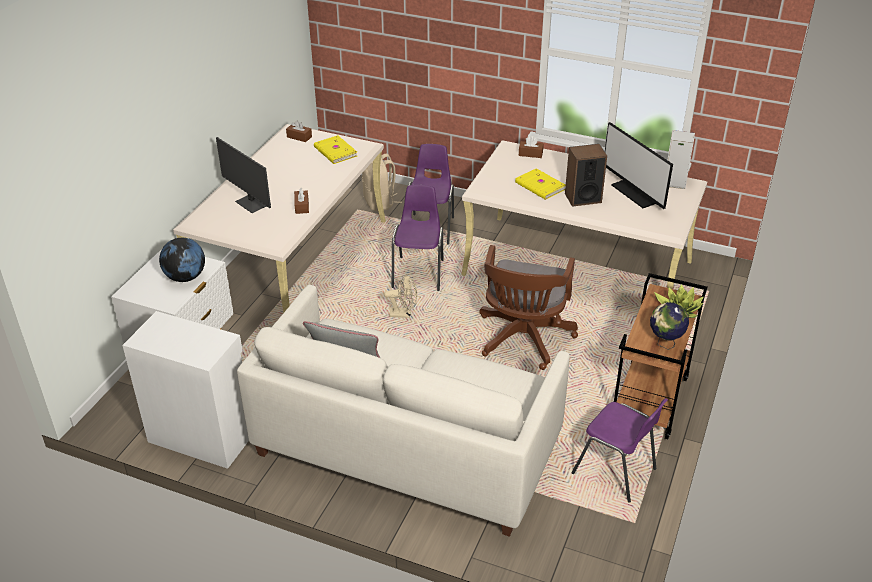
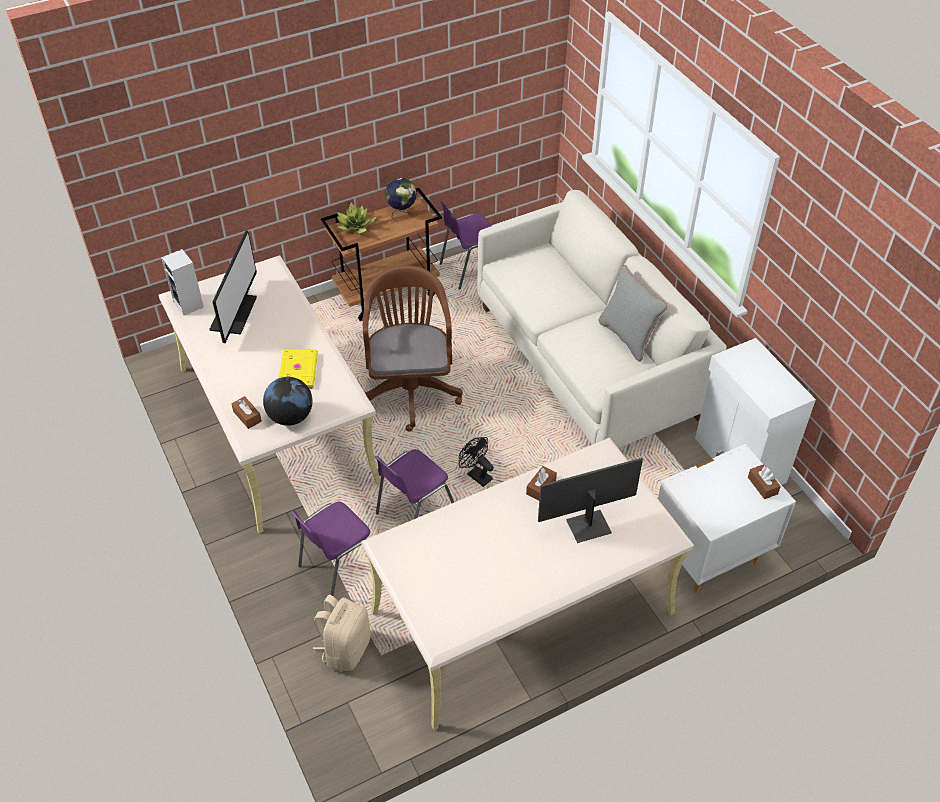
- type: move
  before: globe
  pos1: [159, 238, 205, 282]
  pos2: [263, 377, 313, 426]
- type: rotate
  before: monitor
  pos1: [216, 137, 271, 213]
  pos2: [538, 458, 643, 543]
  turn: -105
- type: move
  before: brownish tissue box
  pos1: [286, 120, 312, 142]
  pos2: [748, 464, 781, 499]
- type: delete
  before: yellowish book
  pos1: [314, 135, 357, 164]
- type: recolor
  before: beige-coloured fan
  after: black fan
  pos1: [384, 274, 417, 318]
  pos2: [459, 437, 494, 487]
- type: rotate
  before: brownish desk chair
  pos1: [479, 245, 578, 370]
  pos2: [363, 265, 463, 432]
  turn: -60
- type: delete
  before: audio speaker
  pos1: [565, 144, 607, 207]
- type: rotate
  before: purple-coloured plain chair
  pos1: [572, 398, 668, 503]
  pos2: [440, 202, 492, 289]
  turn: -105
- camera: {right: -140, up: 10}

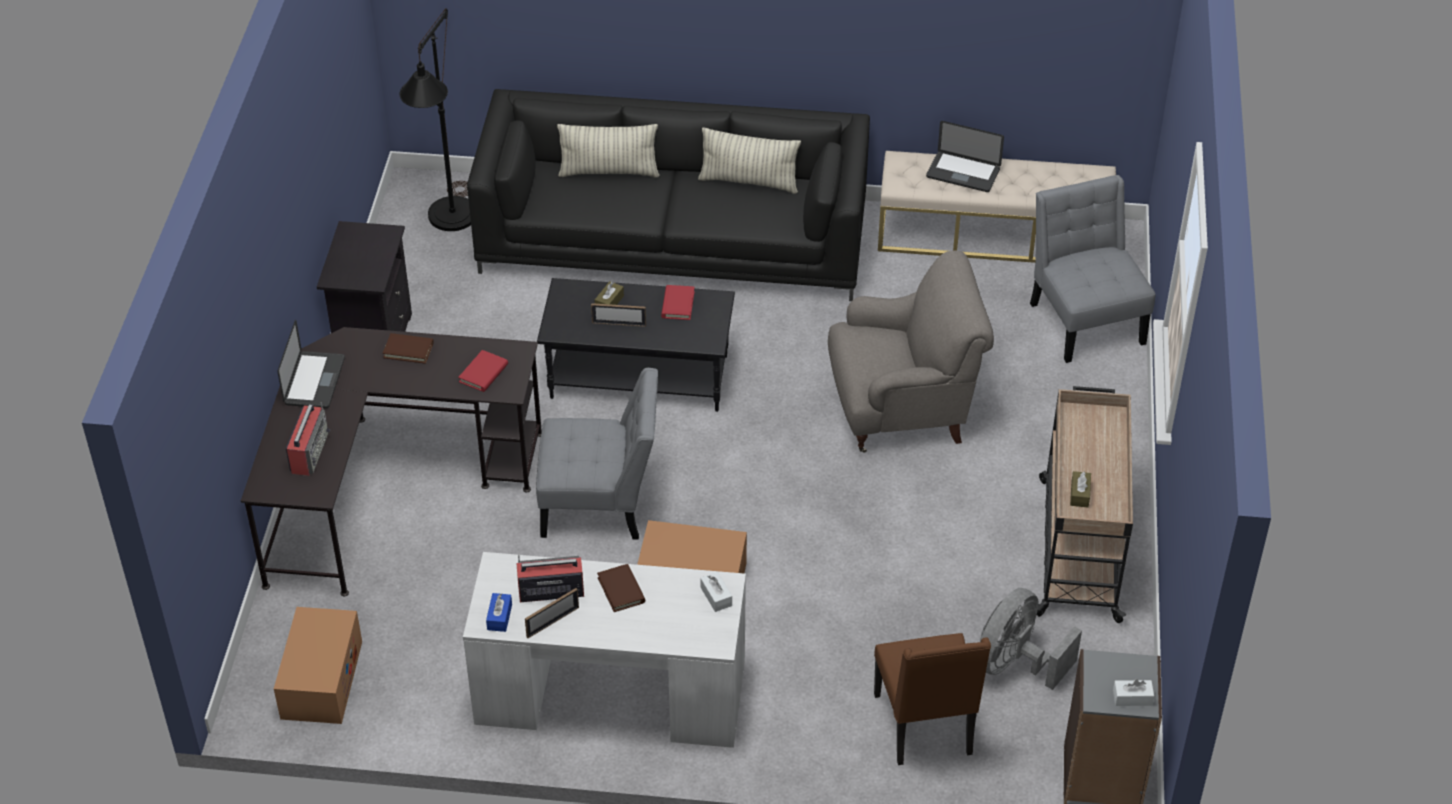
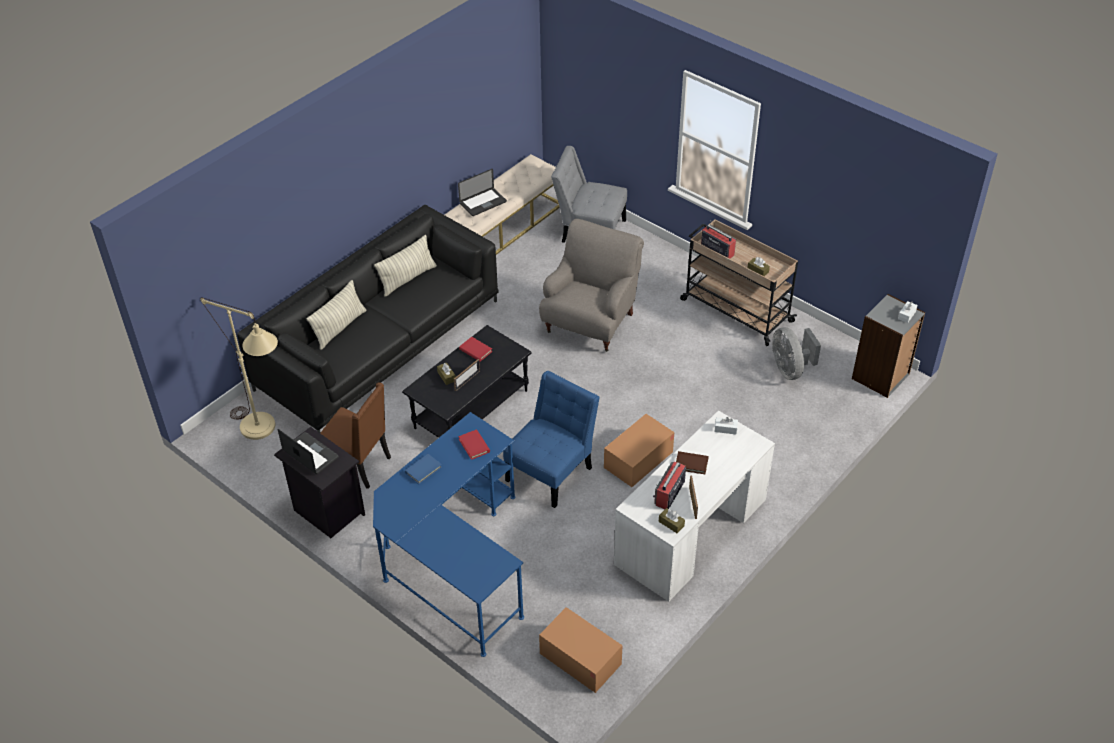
- type: recolor
  before: black desk
  after: blue desk
  pos1: [241, 327, 542, 596]
  pos2: [373, 412, 524, 657]
- type: move
  before: laptop
  pos1: [278, 320, 345, 408]
  pos2: [278, 429, 339, 474]
- type: move
  before: radio
  pos1: [286, 402, 330, 476]
  pos2: [701, 221, 736, 259]
- type: recolor
  before: brownish book
  after: blue book
  pos1: [383, 333, 434, 364]
  pos2: [405, 454, 442, 484]
- type: recolor
  before: black standing lamp
  after: beige-coloured standing lamp
  pos1: [399, 8, 471, 231]
  pos2: [200, 298, 278, 440]
- type: recolor
  before: blue tissue box
  after: brownish tissue box
  pos1: [486, 593, 512, 632]
  pos2: [659, 508, 685, 533]
- type: recolor
  before: greyish plain chair
  after: blue plain chair
  pos1: [536, 368, 658, 540]
  pos2: [503, 371, 600, 508]
- type: move
  before: brownish plain chair
  pos1: [874, 633, 991, 765]
  pos2: [320, 382, 391, 489]
- camera: {right: -55, up: 0}

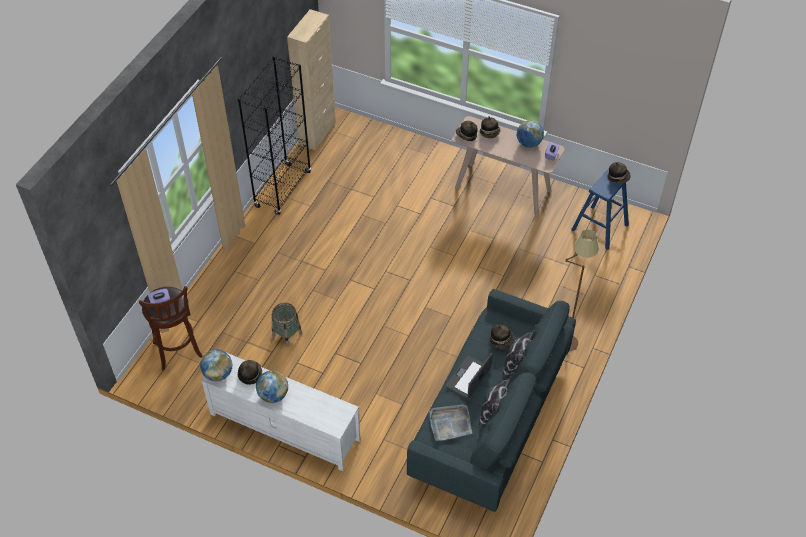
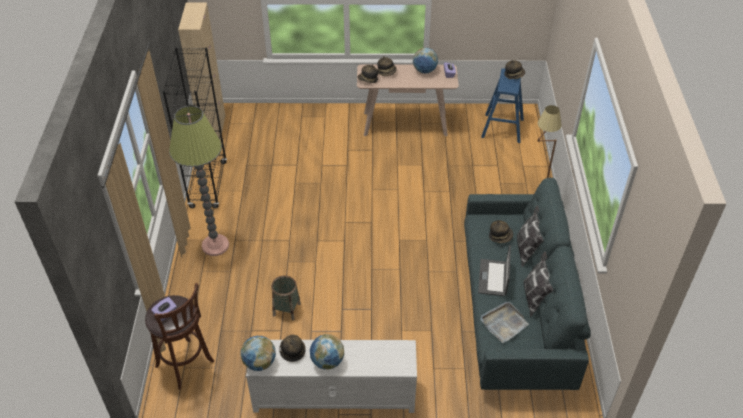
- type: insert
  after: standing lamp
  pos2: [169, 106, 229, 256]
- camera: {right: -25, up: -5}

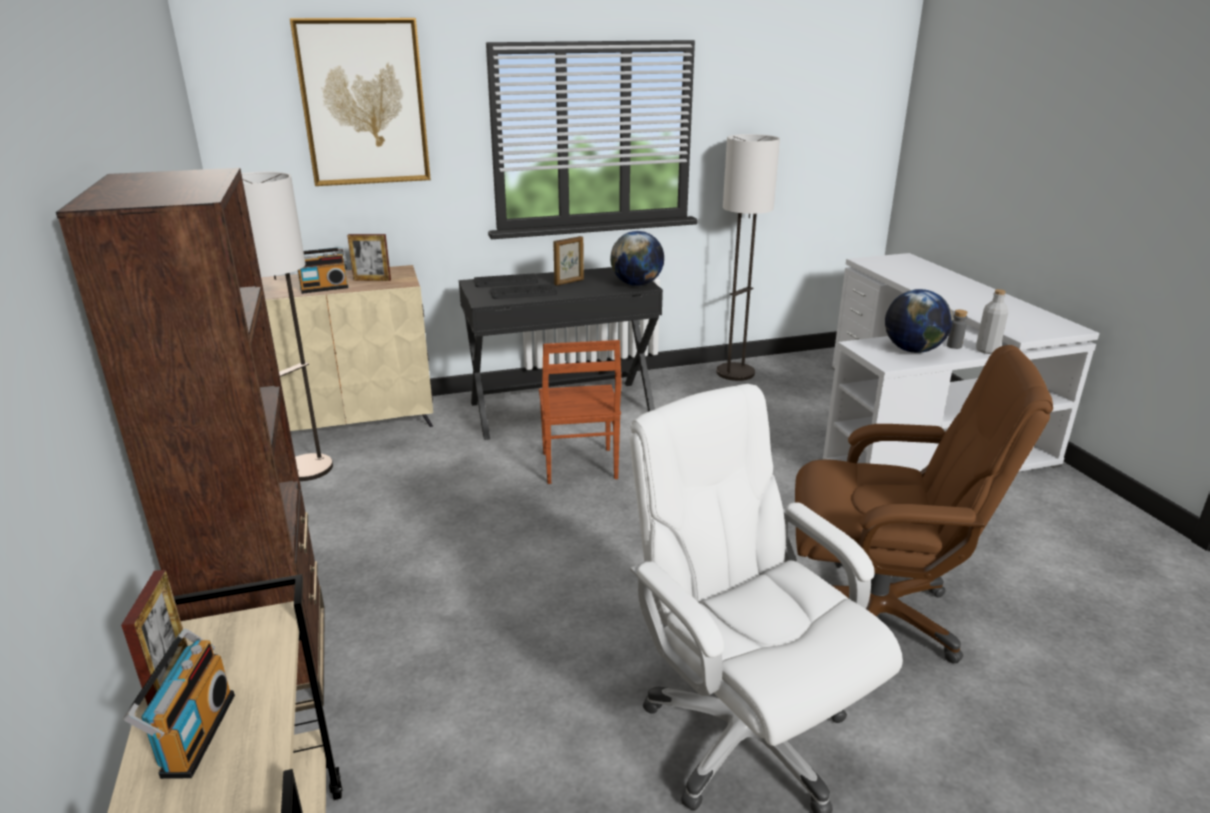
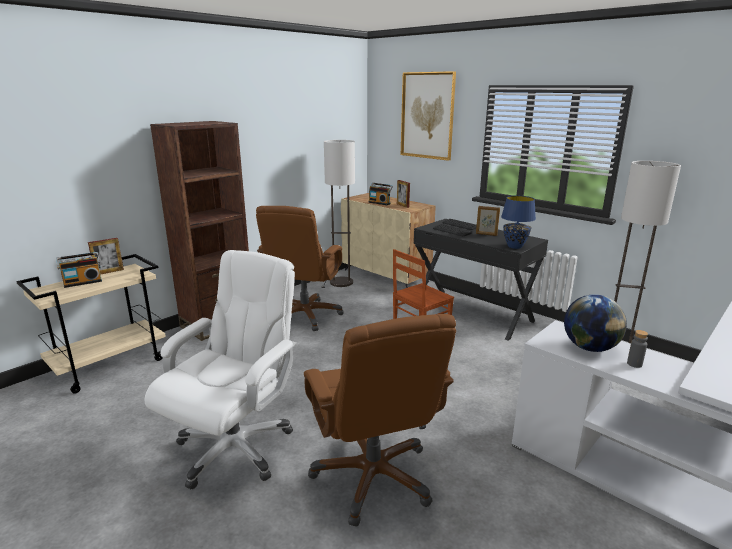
- type: replace
  before: globe
  after: blue table lamp
  pos1: [610, 231, 664, 286]
  pos2: [501, 196, 536, 249]
- type: delete
  before: greyish drink bottle
  pos1: [976, 289, 1008, 354]
- type: insert
  after: brownish desk chair
  pos2: [256, 206, 344, 331]
- camera: {right: 60, up: -5}

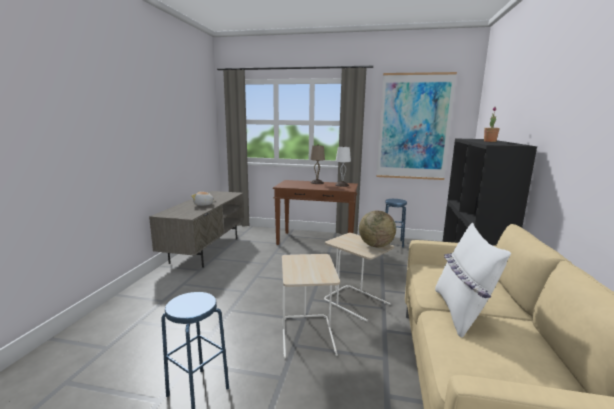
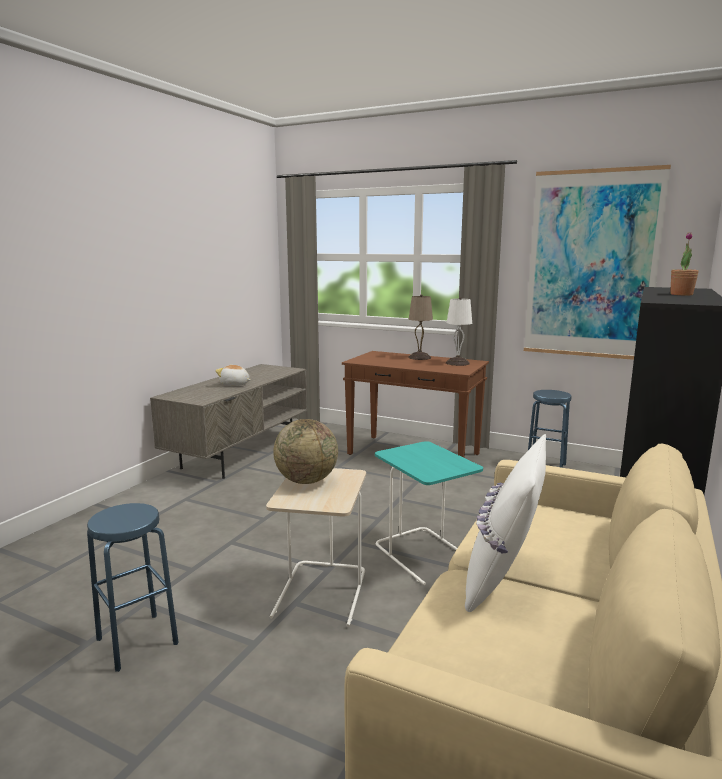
- type: recolor
  before: beige-coloured side table
  after: turquoise-coloured side table
  pos1: [324, 233, 394, 321]
  pos2: [375, 441, 483, 585]
- type: move
  before: globe
  pos1: [359, 211, 396, 247]
  pos2: [273, 419, 338, 484]
- camera: {right: 15, up: 0}

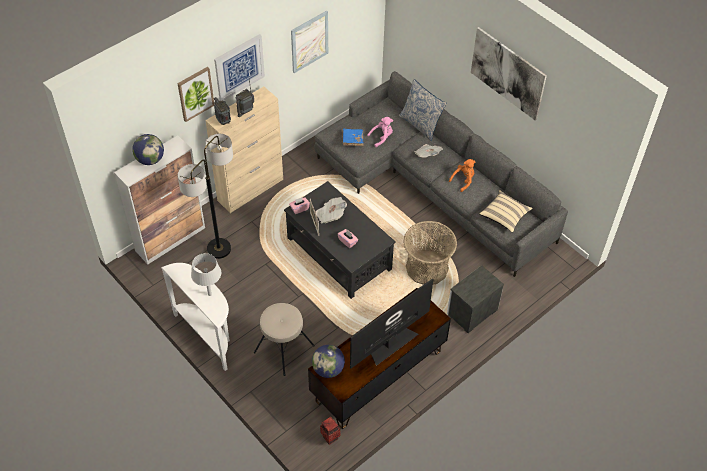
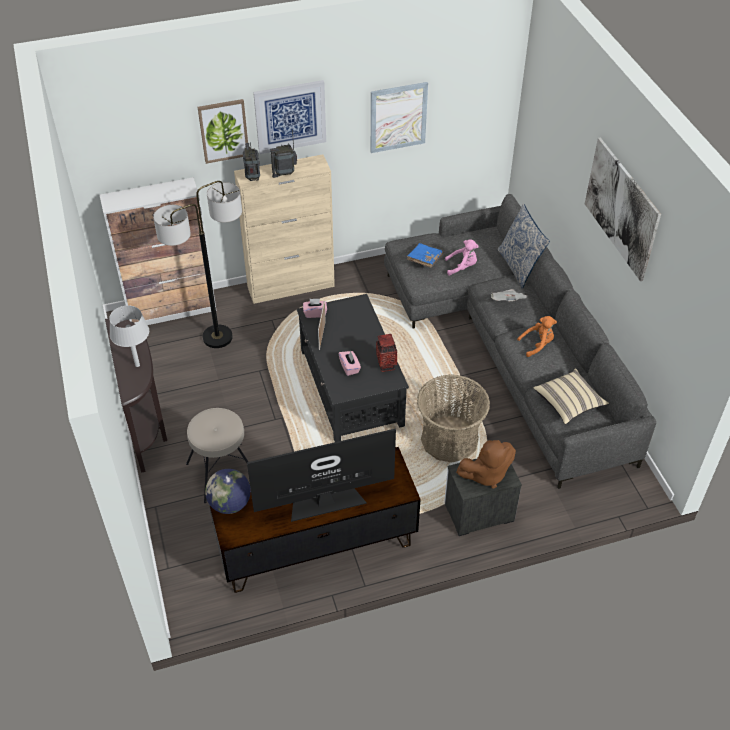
- type: delete
  before: globe
  pos1: [132, 134, 164, 165]
- type: recolor
  before: white console table
  after: brownish console table
  pos1: [161, 263, 230, 371]
  pos2: [105, 319, 167, 473]
- type: delete
  before: daily paper
  pos1: [315, 197, 347, 224]
- type: move
  before: vase
  pos1: [320, 417, 340, 445]
  pos2: [376, 334, 397, 372]
- type: insert
  after: brownish cuddly toy
  pos2: [456, 440, 516, 489]
- camera: {right: 25, up: -5}

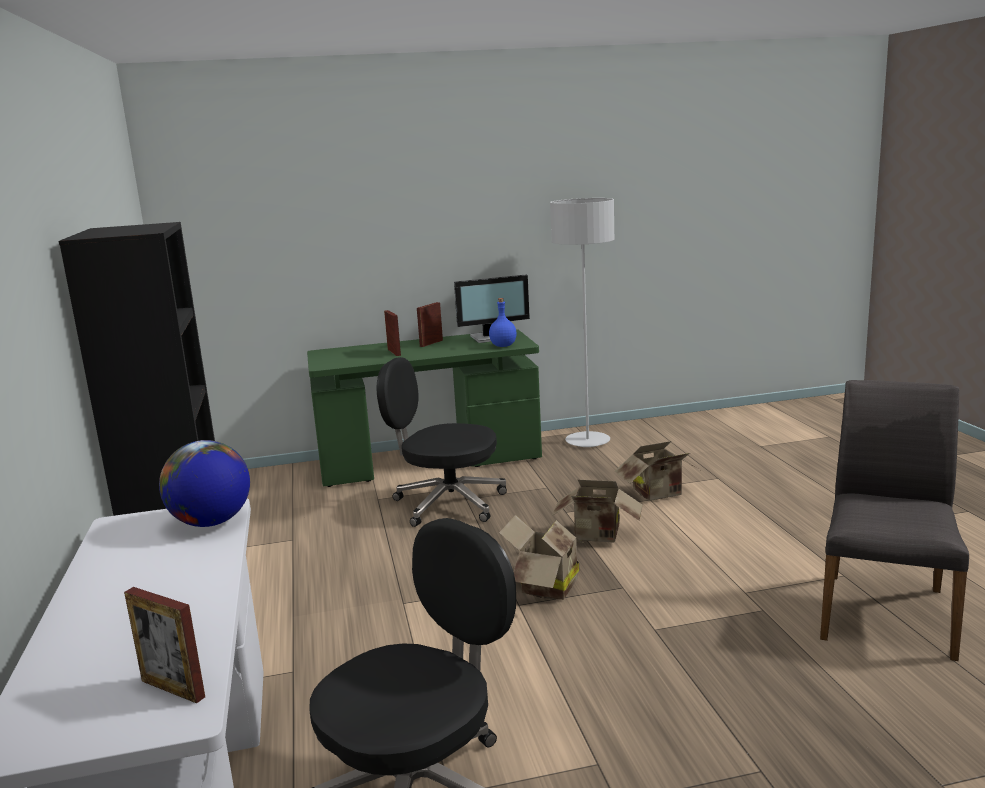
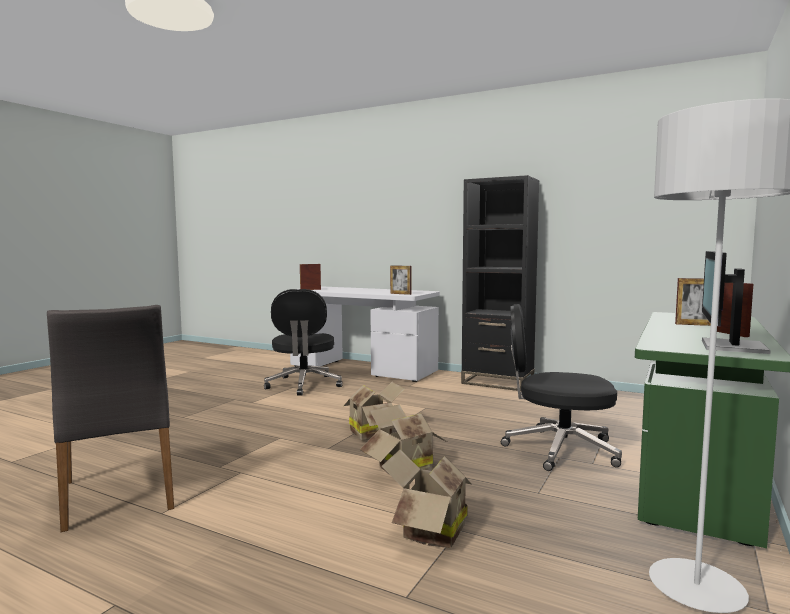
- type: replace
  before: globe
  after: photo frame
  pos1: [159, 440, 250, 527]
  pos2: [390, 265, 411, 295]
- type: rotate
  before: black desk chair
  pos1: [376, 357, 507, 527]
  pos2: [501, 304, 622, 471]
  turn: -135
- type: delete
  before: blue drink bottle
  pos1: [489, 298, 517, 347]
- camera: {right: 130, up: -10}

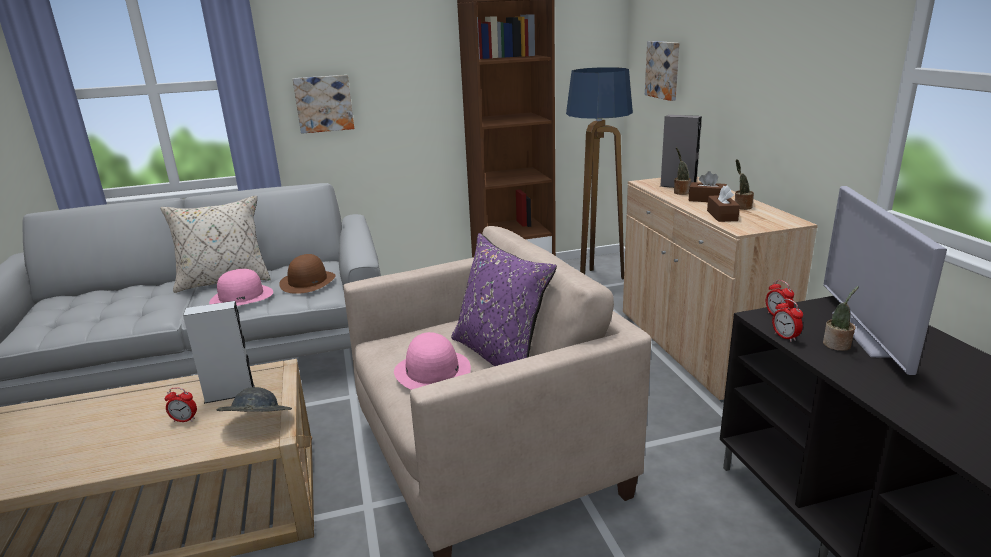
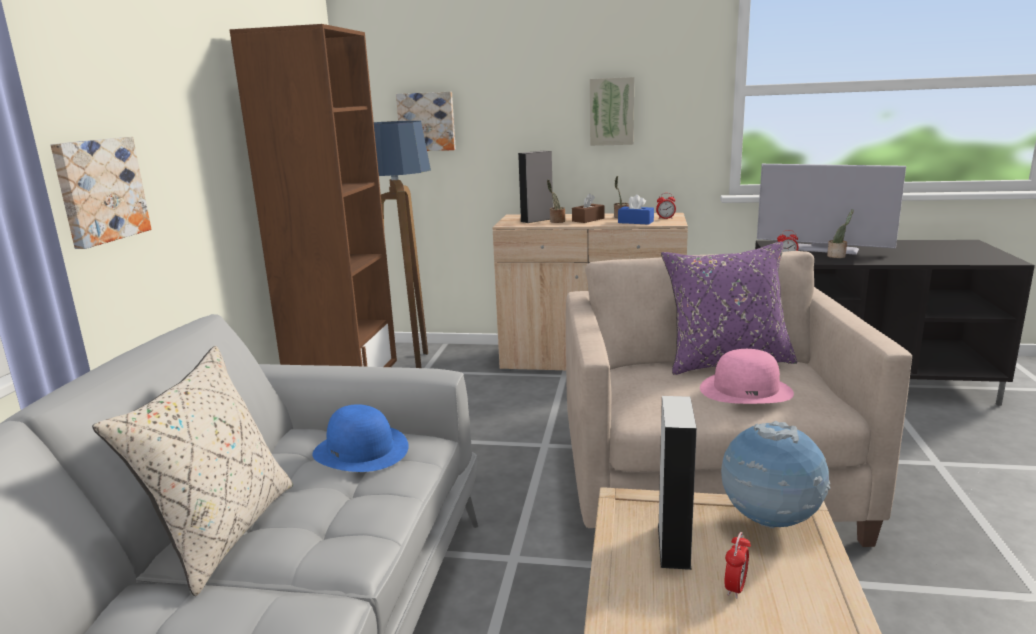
- type: delete
  before: pinkish clothing hat
  pos1: [209, 269, 273, 306]
- type: replace
  before: greyish clothing hat
  after: globe
  pos1: [217, 387, 292, 412]
  pos2: [721, 421, 830, 528]
- type: recolor
  before: brownish clothing hat
  after: blue clothing hat
  pos1: [279, 254, 335, 294]
  pos2: [312, 404, 409, 472]
- type: recolor
  before: brownish tissue box
  after: blue tissue box
  pos1: [707, 185, 740, 222]
  pos2: [618, 194, 654, 225]
- type: move
  before: table clock
  pos1: [772, 299, 803, 342]
  pos2: [656, 193, 676, 219]
- type: insert
  after: wall picture
  pos2: [590, 77, 634, 146]
- camera: {right: -65, up: -5}

